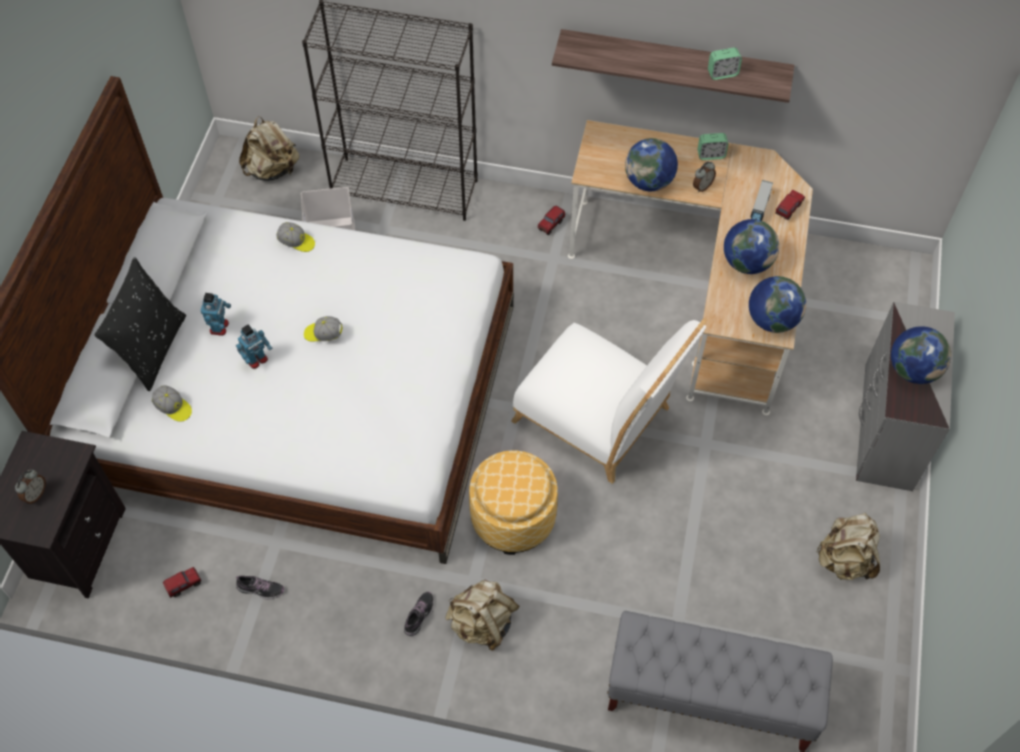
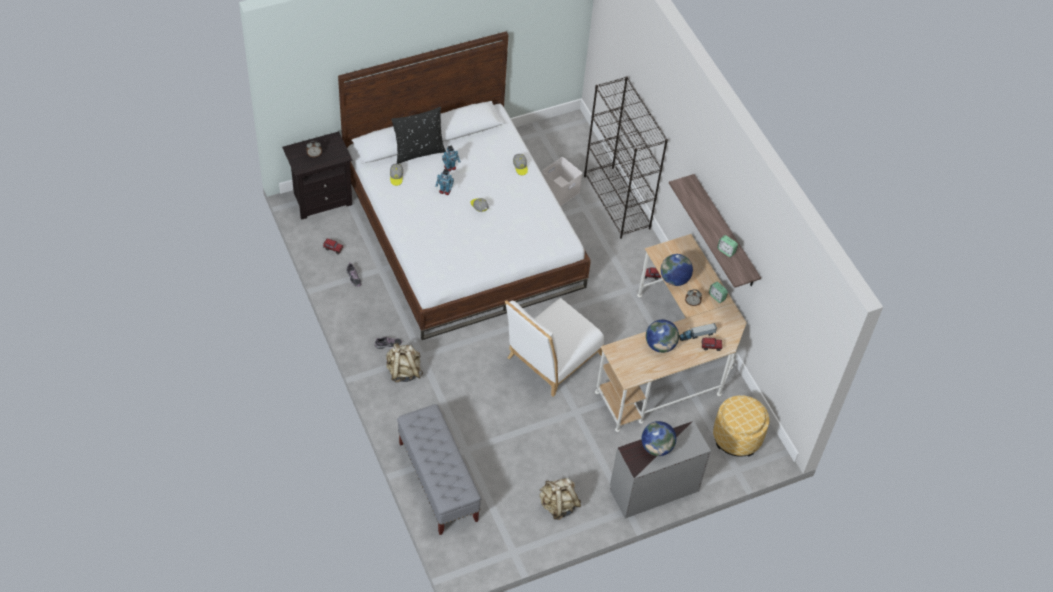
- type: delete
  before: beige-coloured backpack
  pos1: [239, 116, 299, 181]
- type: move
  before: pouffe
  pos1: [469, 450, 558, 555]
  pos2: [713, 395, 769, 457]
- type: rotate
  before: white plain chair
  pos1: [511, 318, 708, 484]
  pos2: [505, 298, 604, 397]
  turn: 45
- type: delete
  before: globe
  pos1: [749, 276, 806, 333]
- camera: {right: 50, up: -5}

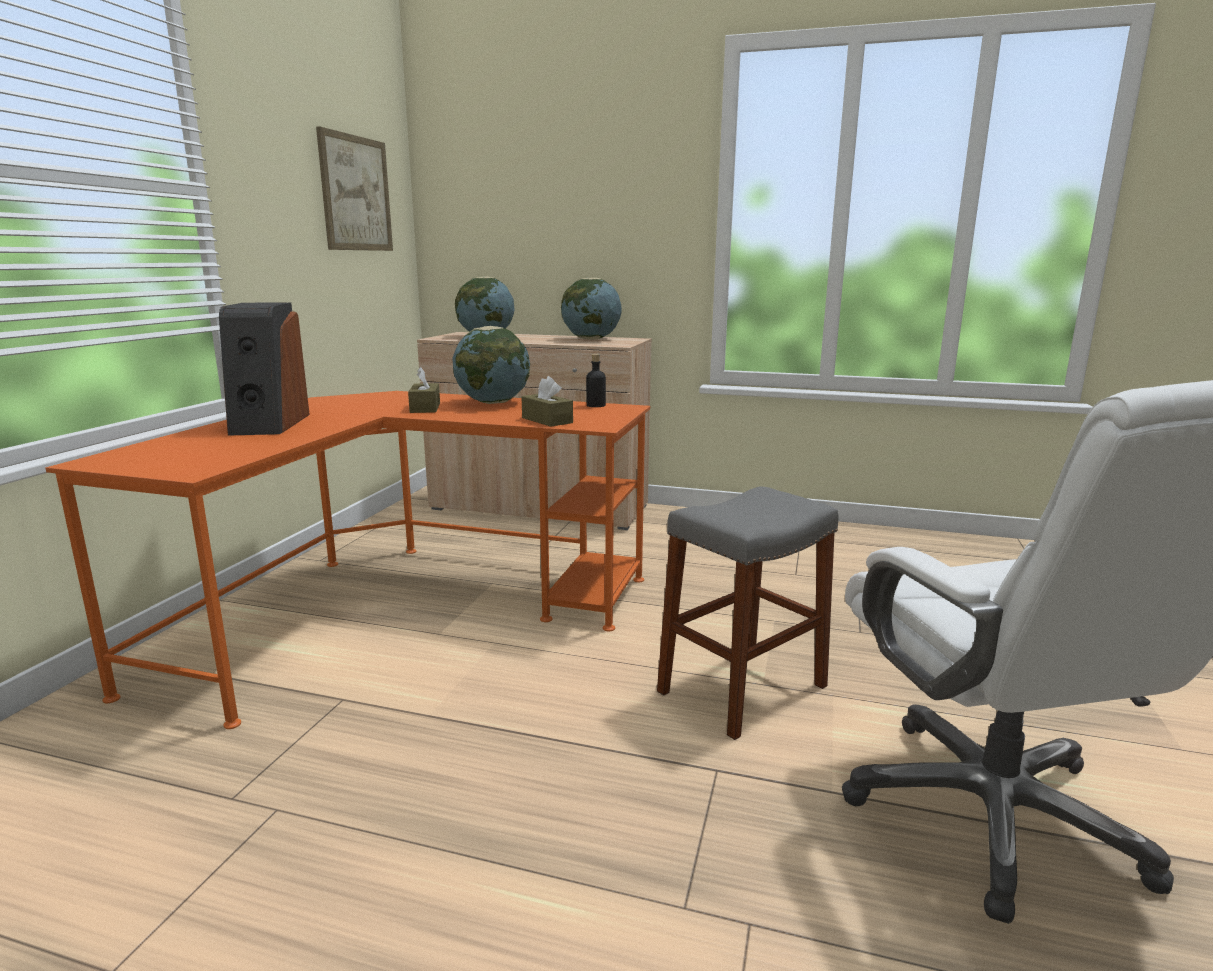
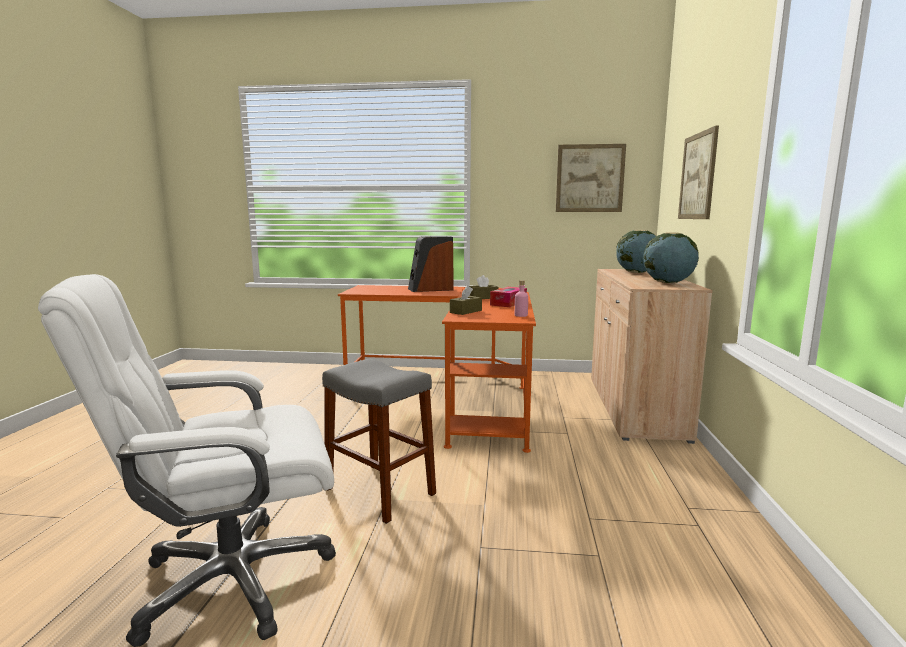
- type: replace
  before: globe
  after: tissue box
  pos1: [452, 326, 530, 404]
  pos2: [490, 287, 527, 307]
- type: recolor
  before: black drink bottle
  after: pinkish drink bottle
  pos1: [586, 354, 606, 407]
  pos2: [515, 280, 528, 317]
- type: insert
  after: wall picture
  pos2: [678, 126, 719, 219]
- camera: {right: 80, up: -5}

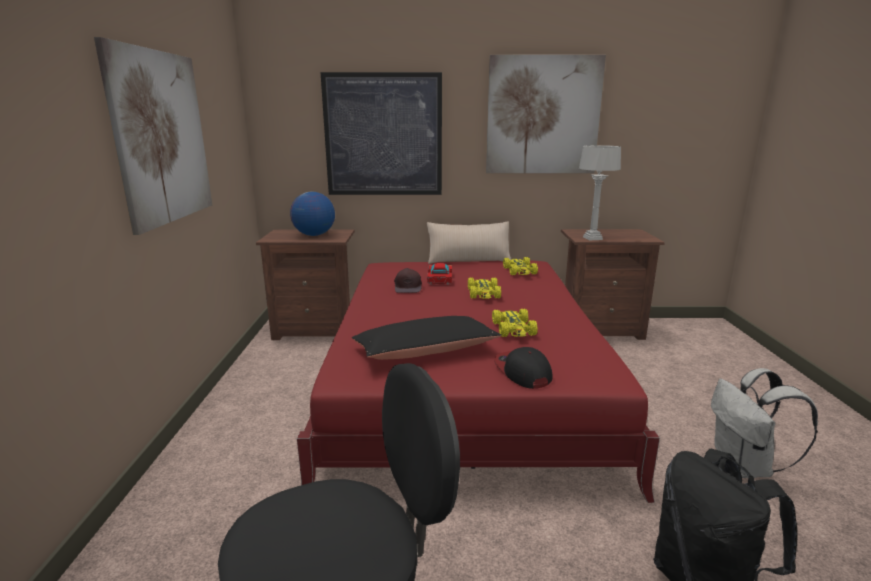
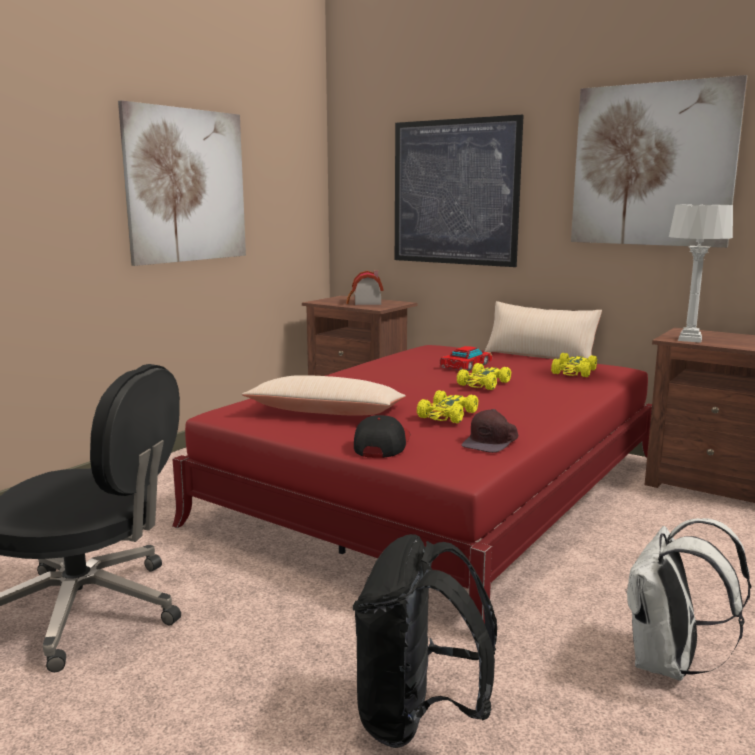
- type: replace
  before: globe
  after: toy house
  pos1: [290, 192, 335, 236]
  pos2: [346, 270, 384, 305]
- type: recolor
  before: black pillow
  after: beige-coloured pillow
  pos1: [352, 316, 502, 360]
  pos2: [242, 375, 406, 416]
- type: move
  before: brownish peaked cap
  pos1: [394, 268, 422, 293]
  pos2: [461, 409, 518, 453]
- camera: {right: 35, up: -5}

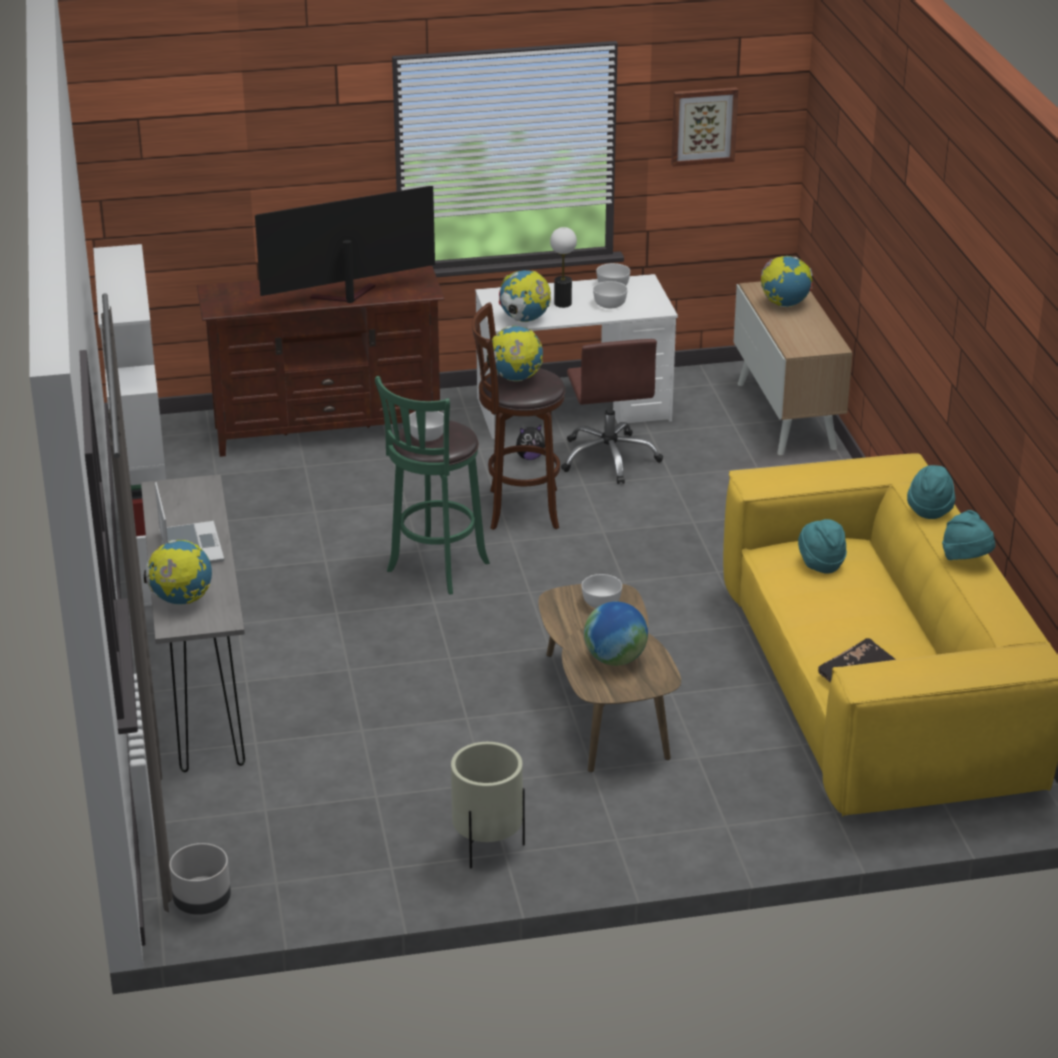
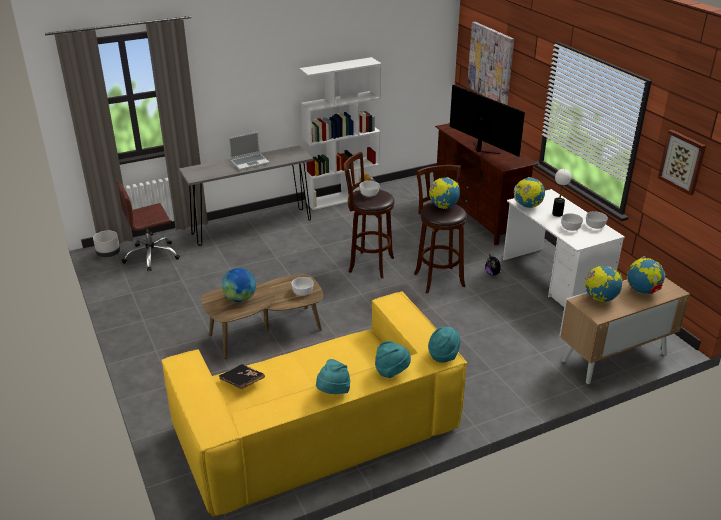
- type: move
  before: globe
  pos1: [144, 540, 212, 605]
  pos2: [585, 266, 622, 302]
- type: recolor
  before: green-coloured stool
  after: brownish stool
  pos1: [375, 376, 490, 595]
  pos2: [344, 152, 395, 278]
- type: delete
  before: beige-coloured plant pot
  pos1: [451, 742, 525, 869]
- type: move
  before: brownish desk chair
  pos1: [561, 339, 663, 484]
  pos2: [116, 181, 180, 271]
- type: move
  before: turquoise-coloured clothing hat
  pos1: [798, 519, 847, 573]
  pos2: [428, 327, 460, 363]
- type: insert
  after: wall picture
  pos2: [467, 22, 514, 105]
- camera: {right: 75, up: 0}

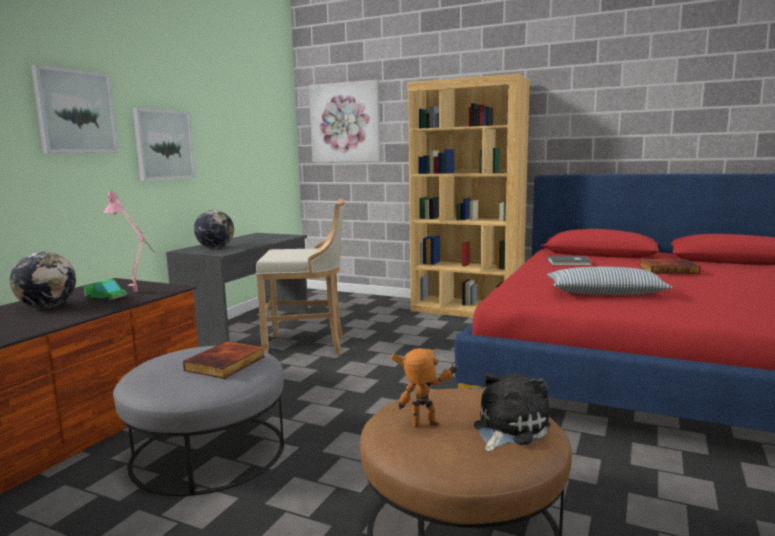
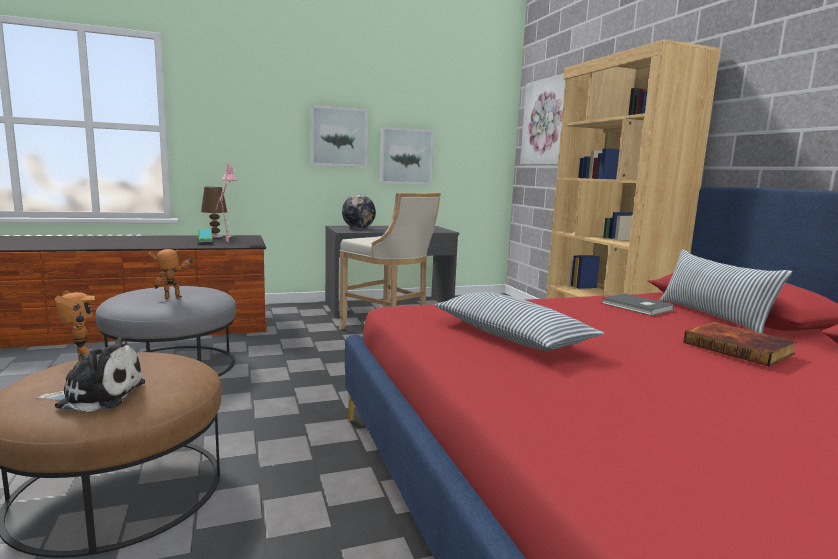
- type: delete
  before: globe
  pos1: [10, 252, 76, 308]
- type: move
  before: wall picture
  pos1: [31, 65, 118, 153]
  pos2: [380, 127, 434, 185]
- type: replace
  before: book
  after: robot figure
  pos1: [183, 341, 265, 379]
  pos2: [149, 249, 194, 299]
- type: insert
  after: brownish table lamp
  pos2: [201, 187, 227, 238]
- type: insert
  after: pillow
  pos2: [659, 249, 792, 333]
- camera: {right: 45, up: 0}

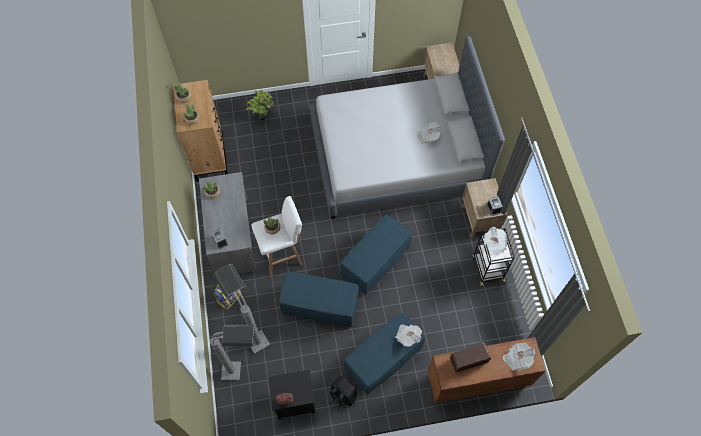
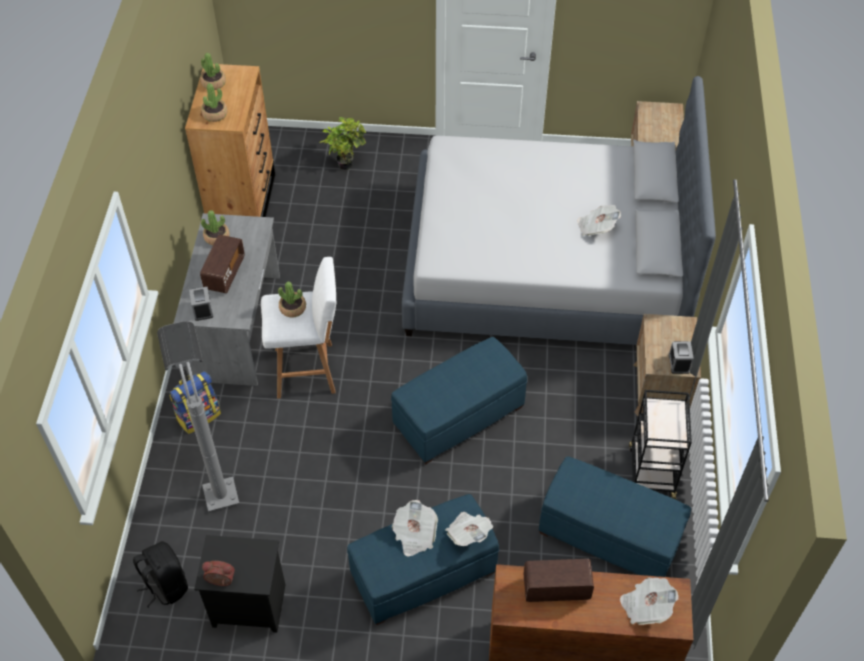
- type: delete
  before: greyish standing lamp
  pos1: [210, 324, 254, 380]
- type: move
  before: blue pouffe
  pos1: [279, 272, 359, 327]
  pos2: [539, 456, 691, 577]
- type: move
  before: black backpack
  pos1: [328, 376, 357, 412]
  pos2: [133, 541, 188, 608]
- type: move
  before: daily paper
  pos1: [484, 227, 507, 257]
  pos2: [392, 500, 438, 557]
- type: insert
  after: radio
  pos2: [200, 235, 245, 293]
- camera: {right: 15, up: -10}

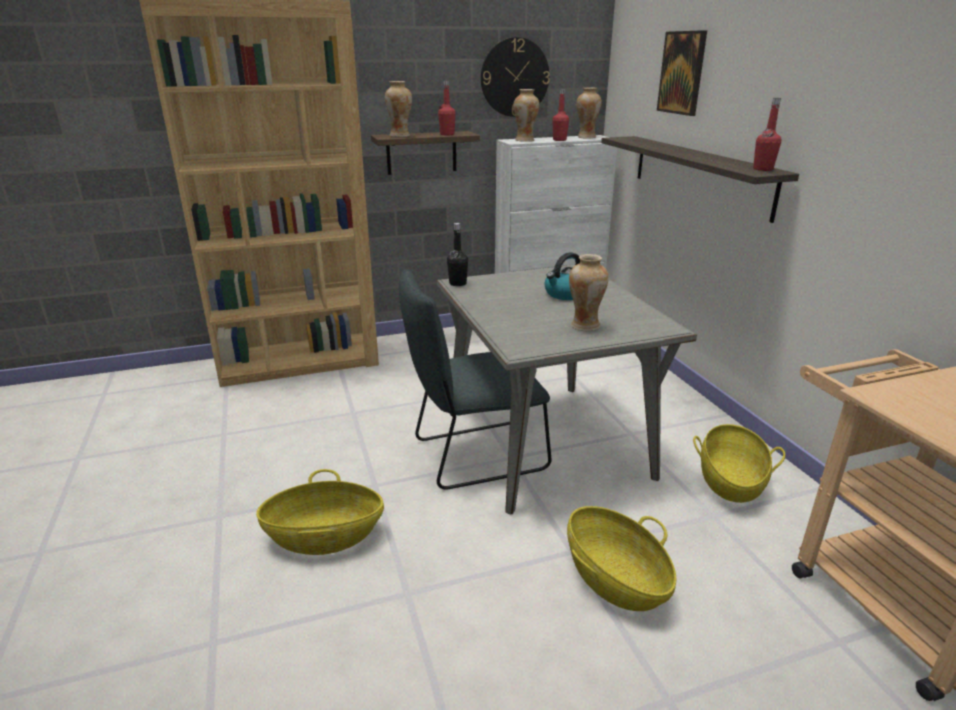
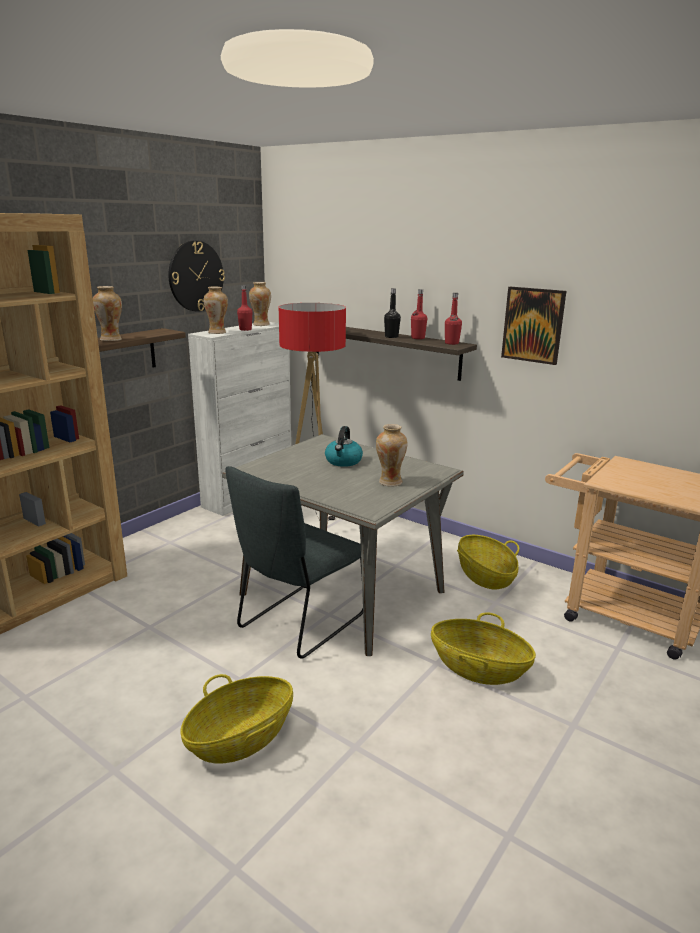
- type: move
  before: red drink bottle
  pos1: [438, 81, 456, 135]
  pos2: [411, 289, 427, 339]
- type: move
  before: black drink bottle
  pos1: [447, 223, 468, 286]
  pos2: [384, 288, 401, 338]
- type: move
  before: wall picture
  pos1: [657, 30, 707, 116]
  pos2: [501, 287, 566, 365]
- type: insert
  after: standing lamp
  pos2: [279, 303, 346, 520]
- camera: {right: -35, up: -5}

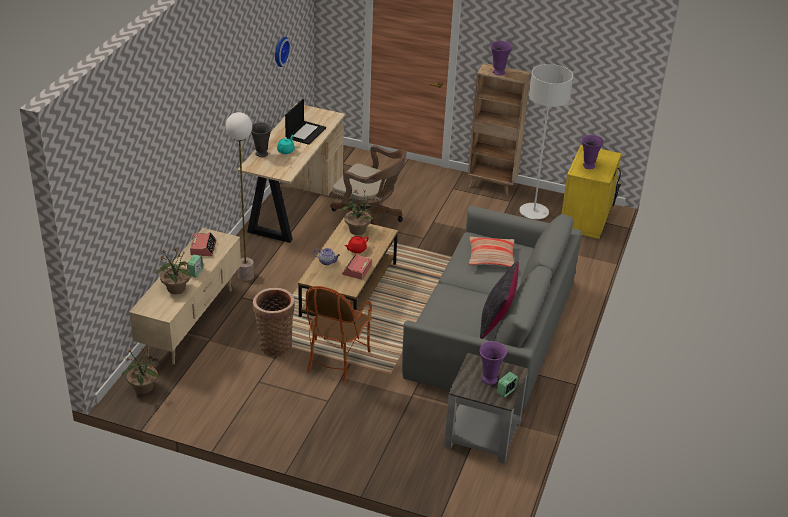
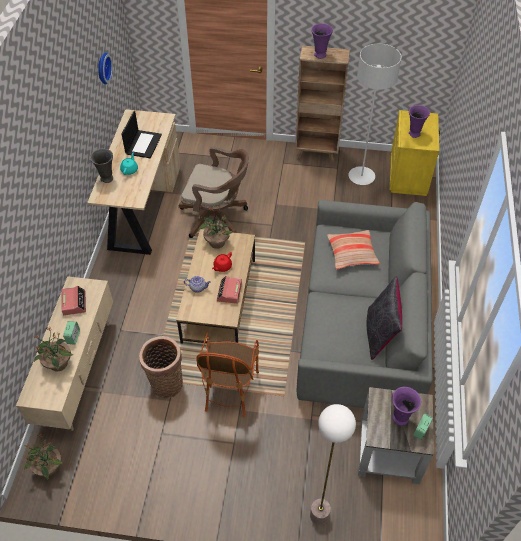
- type: move
  before: standing lamp
  pos1: [226, 112, 254, 281]
  pos2: [310, 404, 356, 525]
- camera: {right: -10, up: 15}

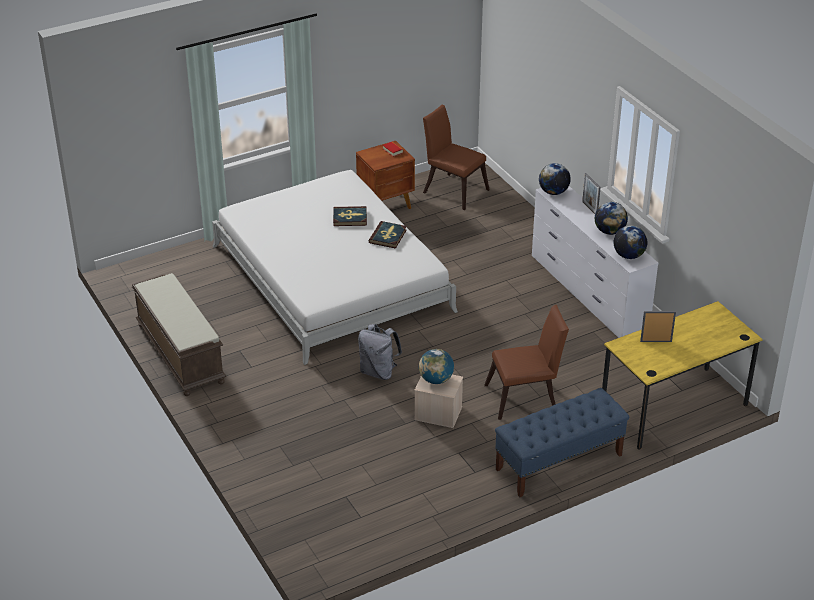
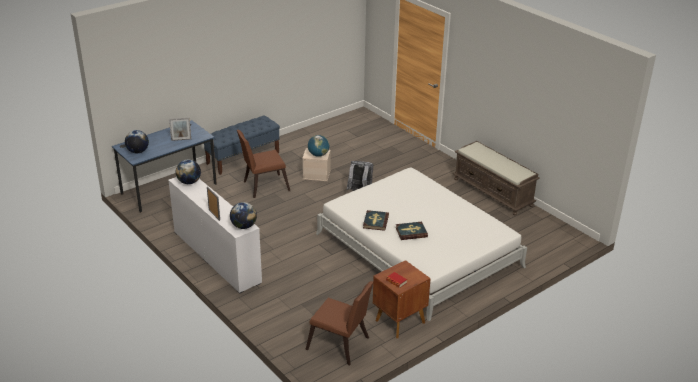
- type: move
  before: globe
  pos1: [595, 202, 628, 235]
  pos2: [125, 130, 149, 153]
- type: recolor
  before: yellowish desk
  after: blue desk
  pos1: [602, 301, 763, 450]
  pos2: [112, 120, 217, 213]
- camera: {right: 170, up: -5}

